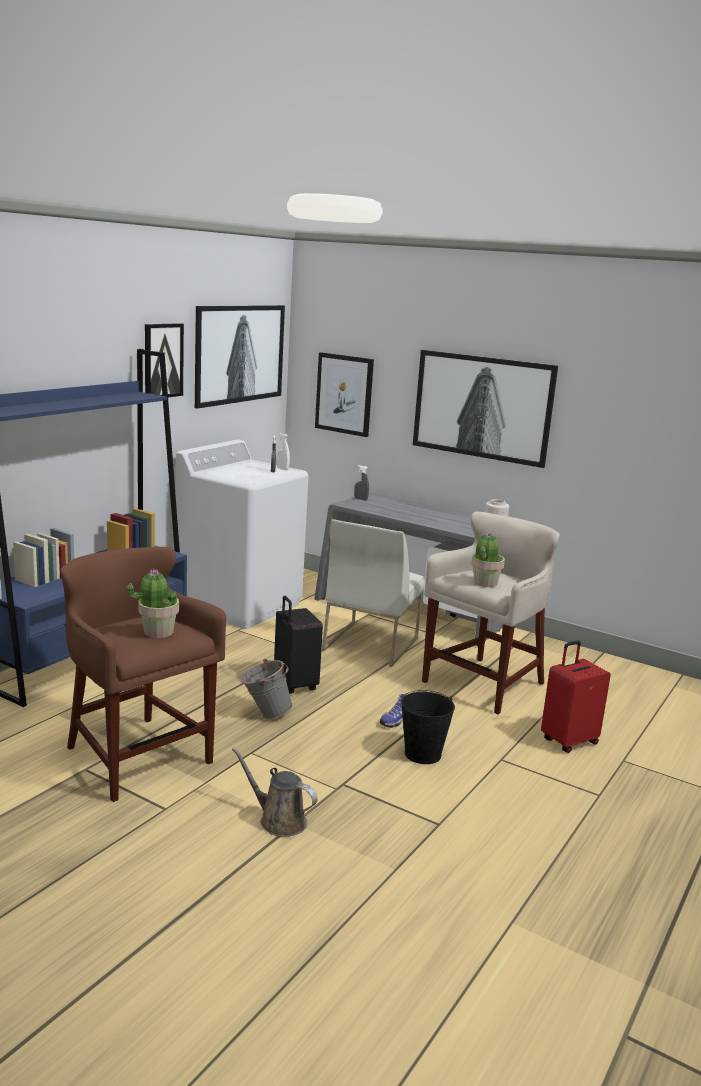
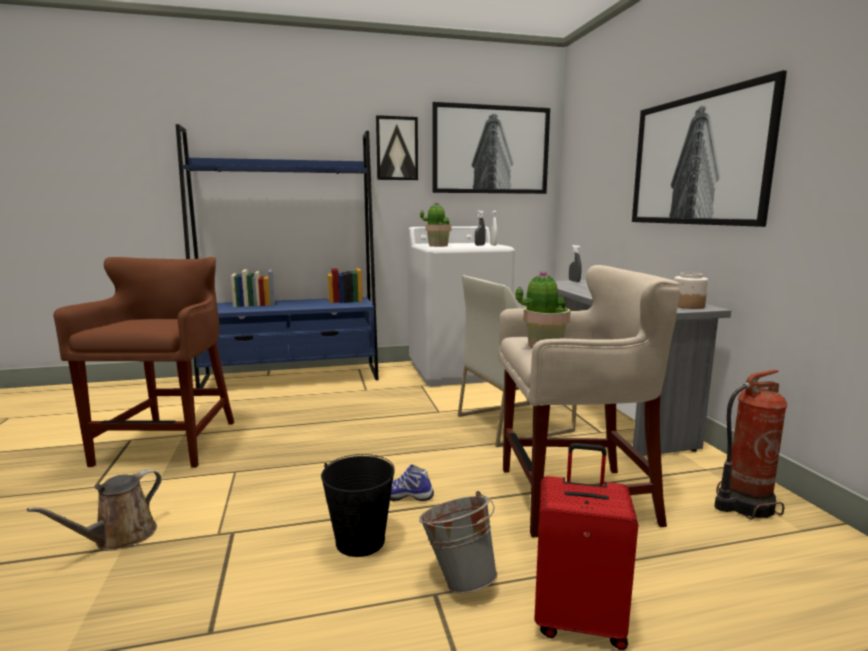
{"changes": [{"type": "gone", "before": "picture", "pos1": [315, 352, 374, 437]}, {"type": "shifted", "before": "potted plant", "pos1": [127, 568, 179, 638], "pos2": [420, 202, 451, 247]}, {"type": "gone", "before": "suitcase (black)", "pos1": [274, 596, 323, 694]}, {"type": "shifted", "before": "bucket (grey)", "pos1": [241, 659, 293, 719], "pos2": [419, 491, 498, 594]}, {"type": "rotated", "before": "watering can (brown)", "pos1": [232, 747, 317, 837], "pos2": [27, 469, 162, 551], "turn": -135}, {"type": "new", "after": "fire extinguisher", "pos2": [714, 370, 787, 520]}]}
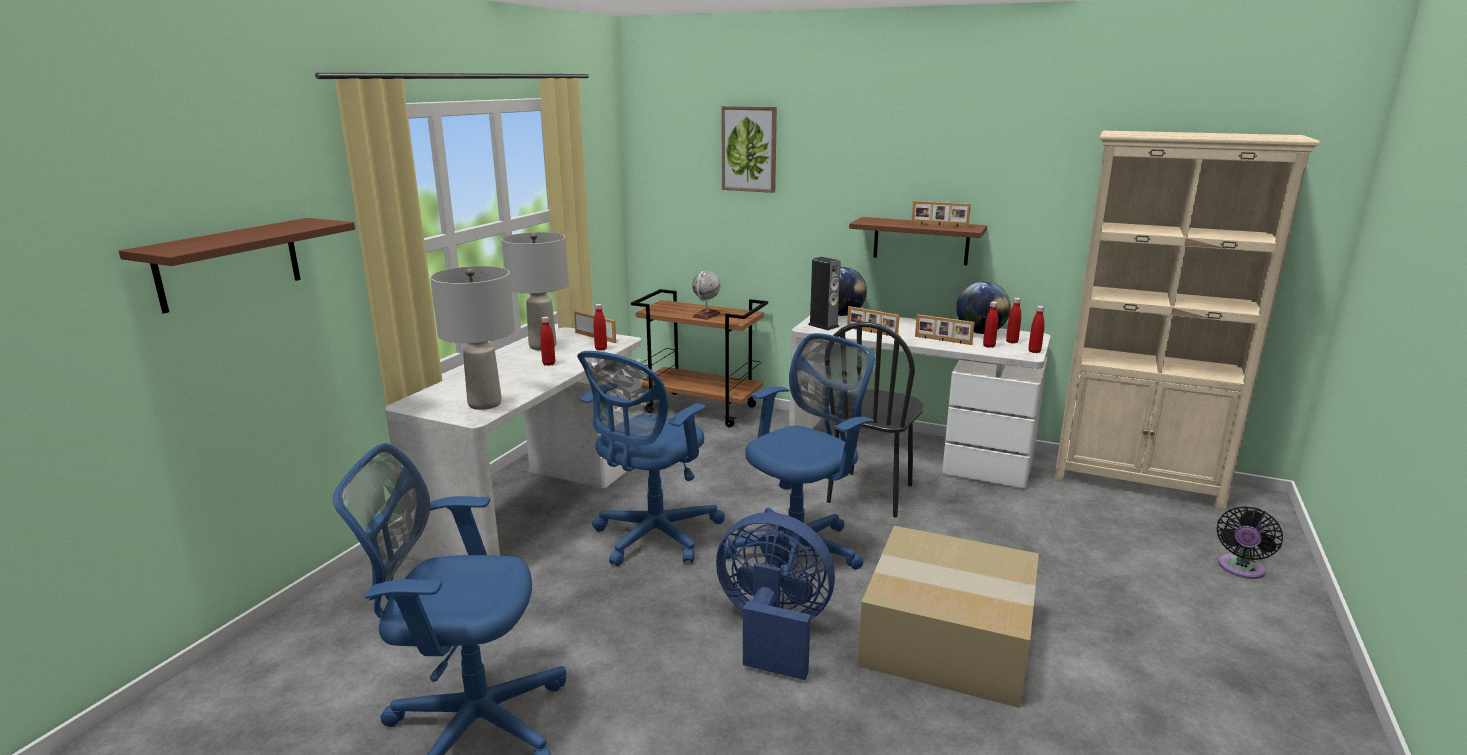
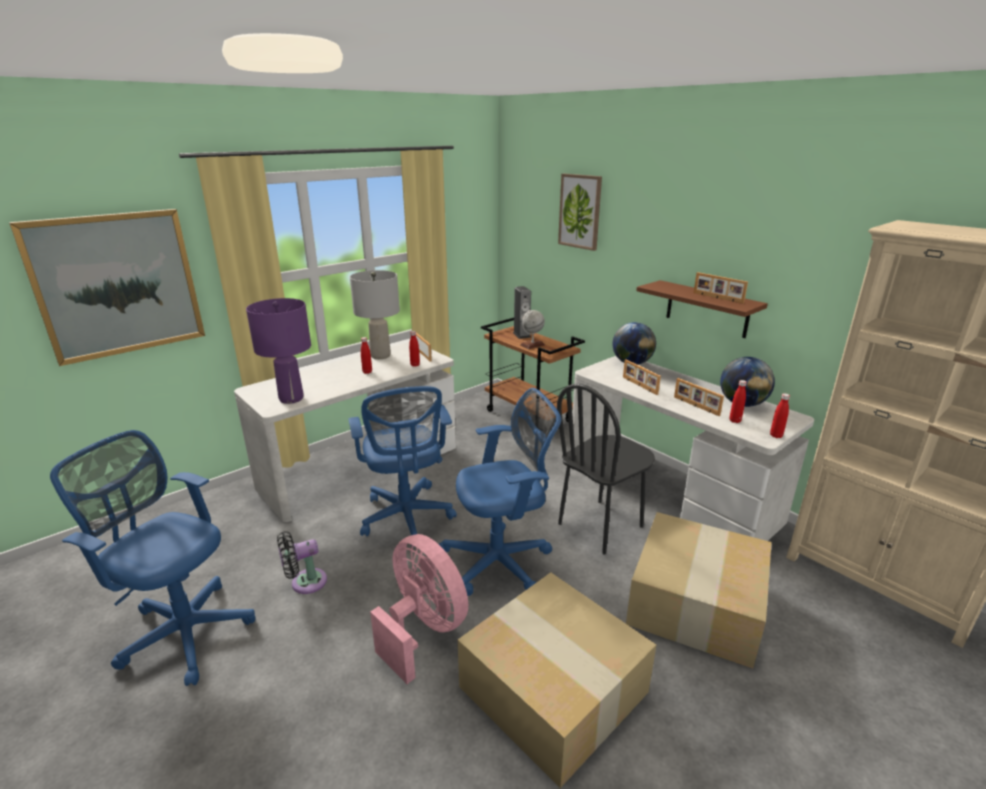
{"changes": [{"type": "swapped", "before": "shelf (brown)", "after": "picture", "pos1": [119, 218, 355, 314], "pos2": [9, 209, 205, 366]}, {"type": "shifted", "before": "speaker", "pos1": [808, 257, 841, 330], "pos2": [513, 286, 531, 339]}, {"type": "repainted", "before": "table lamp (grey)", "after": "table lamp (purple)", "pos1": [430, 266, 515, 410], "pos2": [246, 298, 311, 404]}, {"type": "gone", "before": "bottle (red)", "pos1": [1006, 298, 1021, 344]}, {"type": "rotated", "before": "office chair (blue)", "pos1": [577, 351, 725, 566], "pos2": [348, 386, 457, 547], "turn": -75}, {"type": "shifted", "before": "fan (black)", "pos1": [1217, 506, 1283, 579], "pos2": [277, 531, 327, 594]}, {"type": "repainted", "before": "fan (blue)", "after": "fan (pink)", "pos1": [716, 512, 835, 680], "pos2": [370, 534, 468, 684]}, {"type": "new", "after": "cardboard box", "pos2": [626, 512, 772, 668]}]}
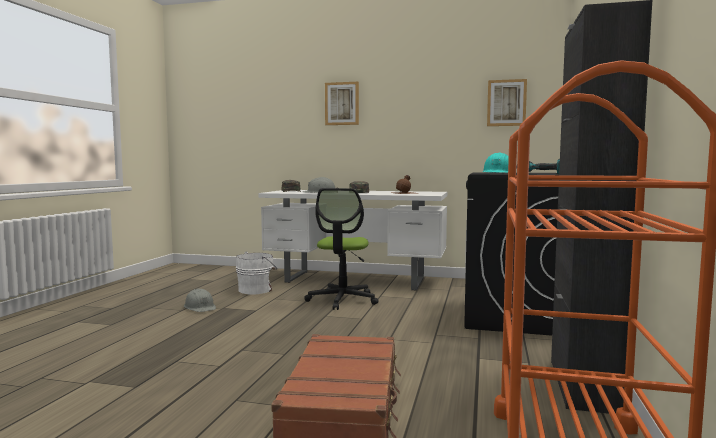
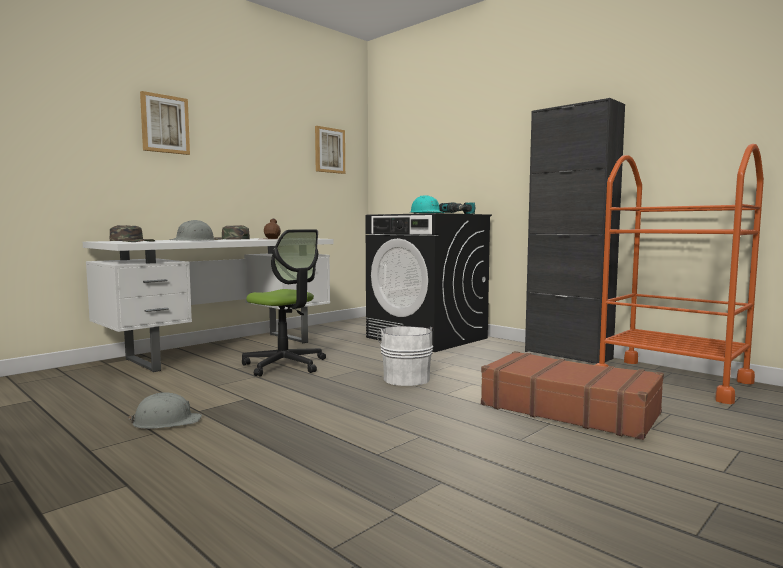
{"changes": [{"type": "shifted", "before": "bucket (white)", "pos1": [236, 251, 277, 295], "pos2": [377, 326, 434, 386]}]}
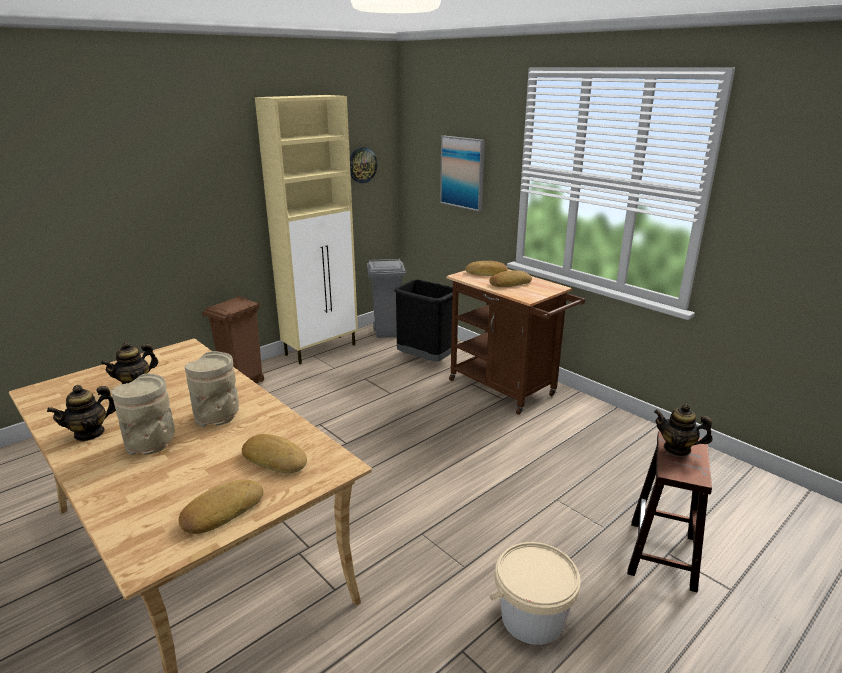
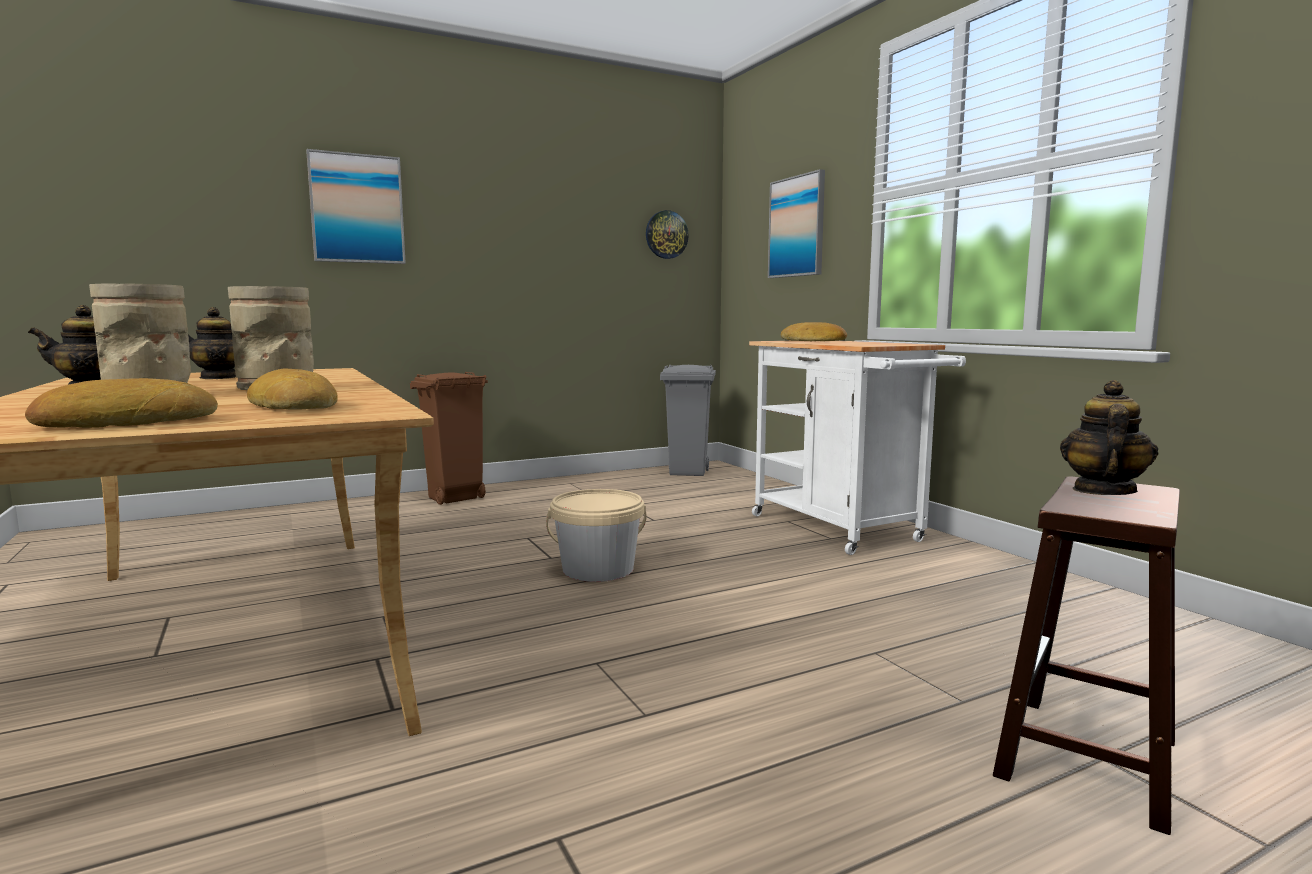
{"changes": [{"type": "gone", "before": "cabinet (beige)", "pos1": [255, 95, 358, 364]}, {"type": "repainted", "before": "cart (brown)", "after": "cart (white)", "pos1": [446, 269, 585, 415], "pos2": [749, 341, 966, 555]}, {"type": "gone", "before": "bread", "pos1": [489, 270, 532, 287]}, {"type": "gone", "before": "trash can (black)", "pos1": [394, 280, 453, 362]}, {"type": "rotated", "before": "teapot", "pos1": [654, 404, 712, 456], "pos2": [1060, 380, 1158, 495], "turn": 75}, {"type": "shifted", "before": "bucket (beige)", "pos1": [490, 542, 581, 645], "pos2": [546, 489, 647, 582]}, {"type": "new", "after": "picture", "pos2": [306, 149, 406, 264]}]}
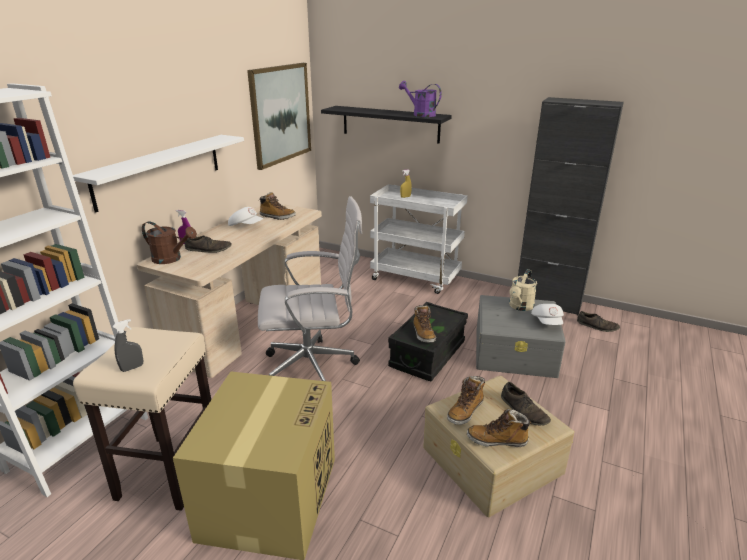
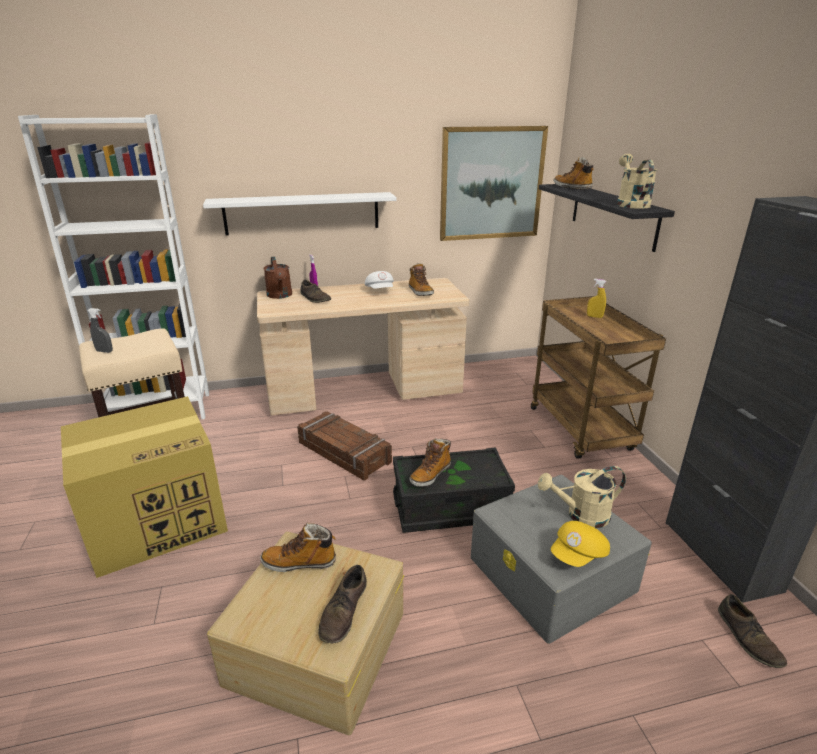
{"changes": [{"type": "repainted", "before": "watering can (purple)", "after": "watering can (beige)", "pos1": [399, 81, 442, 117], "pos2": [617, 154, 657, 209]}, {"type": "repainted", "before": "cart (white)", "after": "cart (brown)", "pos1": [370, 184, 468, 294], "pos2": [531, 296, 666, 459]}, {"type": "swapped", "before": "office chair (white)", "after": "crate", "pos1": [258, 196, 362, 381], "pos2": [297, 411, 392, 480]}, {"type": "repainted", "before": "cap (white)", "after": "cap (yellow)", "pos1": [531, 304, 564, 325], "pos2": [551, 521, 610, 567]}, {"type": "shifted", "before": "boot", "pos1": [467, 409, 532, 447], "pos2": [554, 157, 594, 190]}]}
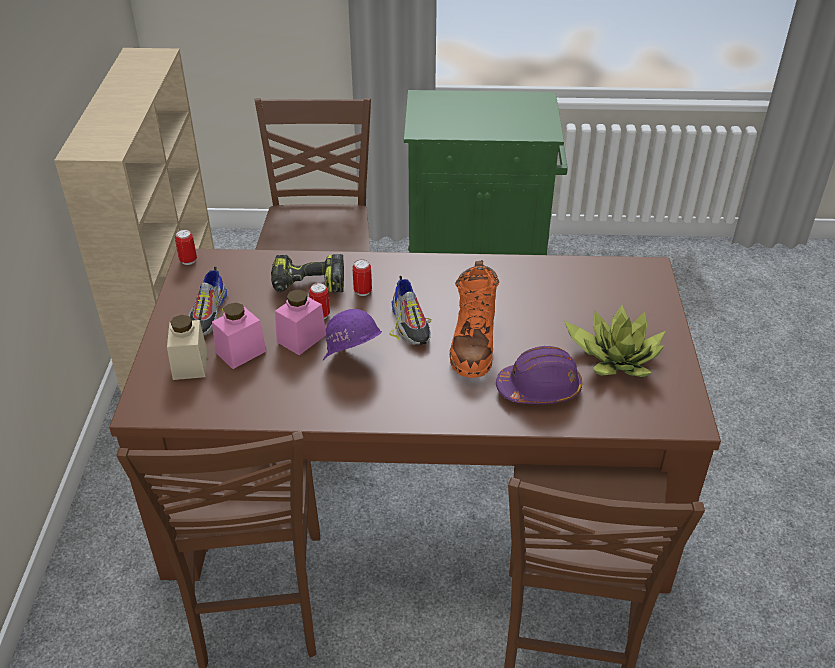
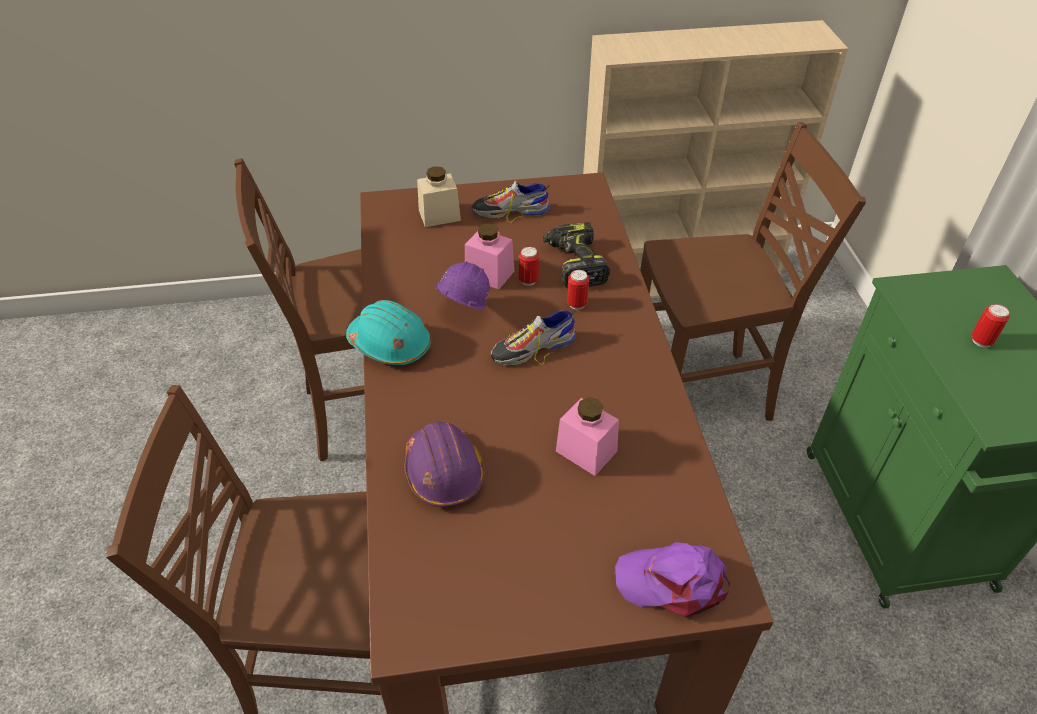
{"changes": [{"type": "shifted", "before": "can", "pos1": [175, 229, 197, 265], "pos2": [972, 304, 1010, 347]}, {"type": "gone", "before": "boot (orange)", "pos1": [450, 260, 499, 378]}, {"type": "shifted", "before": "jar (pink)", "pos1": [212, 303, 266, 369], "pos2": [556, 397, 619, 476]}, {"type": "gone", "before": "potted plant", "pos1": [564, 305, 666, 377]}, {"type": "new", "after": "hard hat (turquoise)", "pos2": [346, 300, 431, 365]}, {"type": "new", "after": "cap (purple)", "pos2": [615, 542, 730, 617]}]}
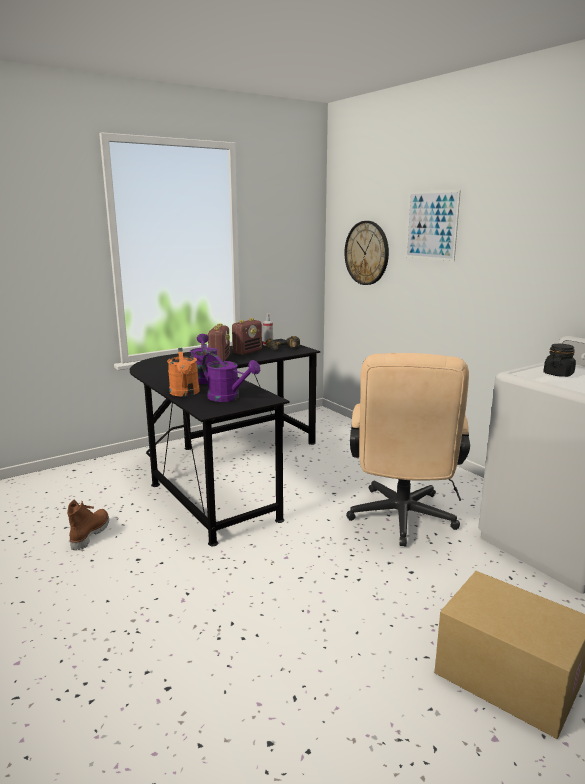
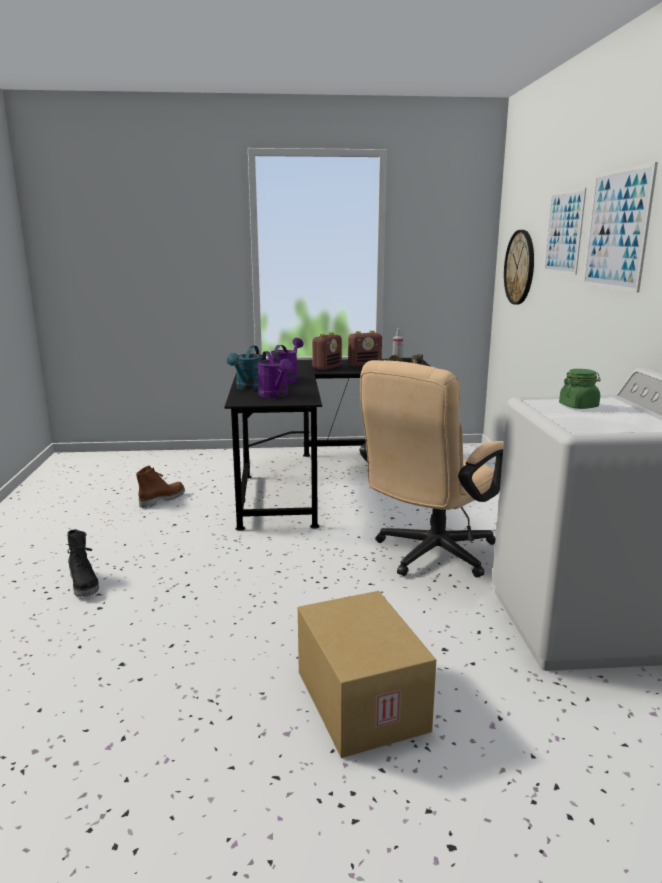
{"changes": [{"type": "repainted", "before": "jar (black)", "after": "jar (green)", "pos1": [543, 344, 576, 377], "pos2": [559, 369, 601, 409]}, {"type": "repainted", "before": "watering can (orange)", "after": "watering can (turquoise)", "pos1": [167, 348, 200, 397], "pos2": [226, 346, 262, 390]}, {"type": "new", "after": "picture", "pos2": [583, 162, 658, 293]}, {"type": "new", "after": "boot (black)", "pos2": [67, 530, 99, 597]}]}
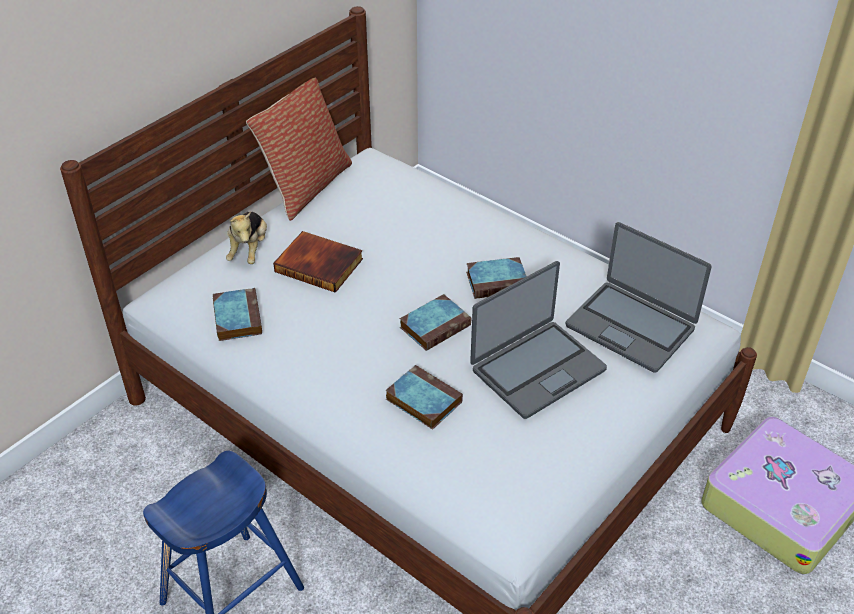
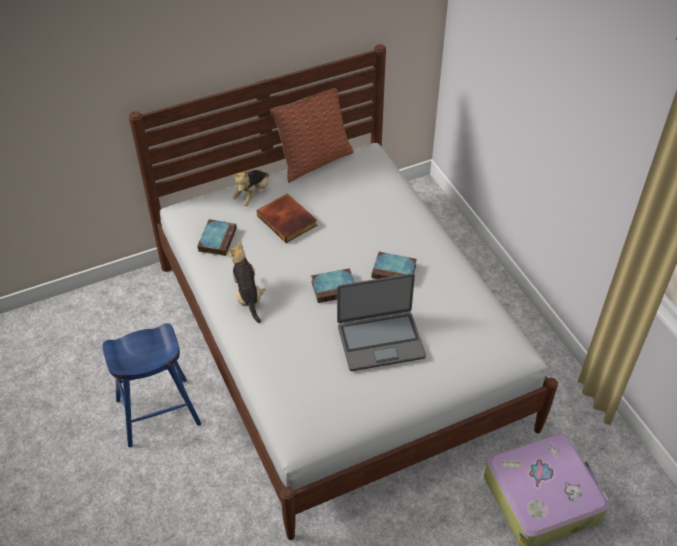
{"changes": [{"type": "gone", "before": "laptop", "pos1": [566, 222, 712, 373]}, {"type": "gone", "before": "book", "pos1": [385, 365, 463, 430]}, {"type": "new", "after": "plush toy", "pos2": [229, 242, 266, 323]}]}
